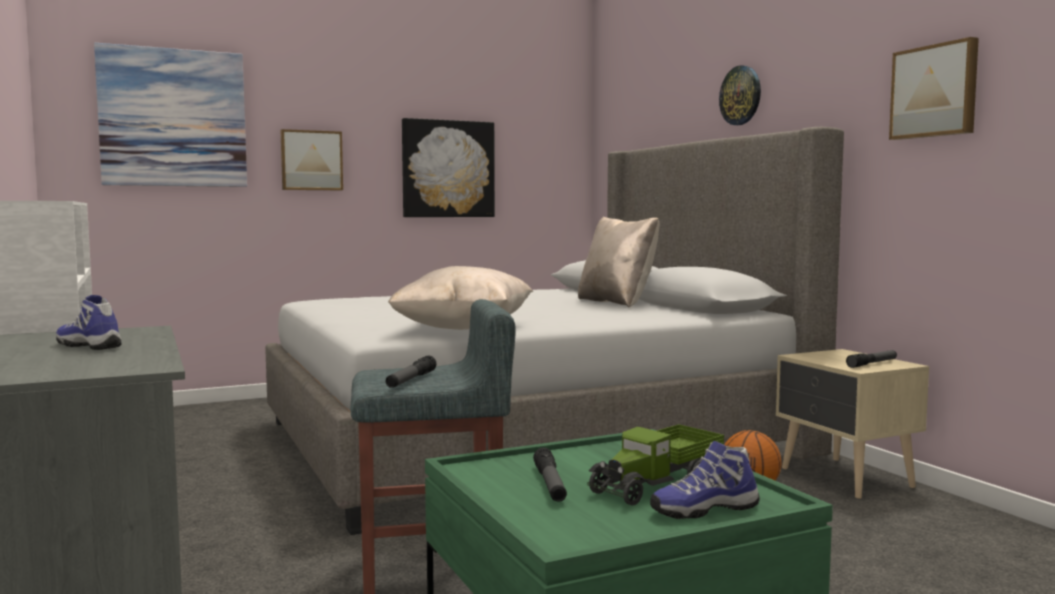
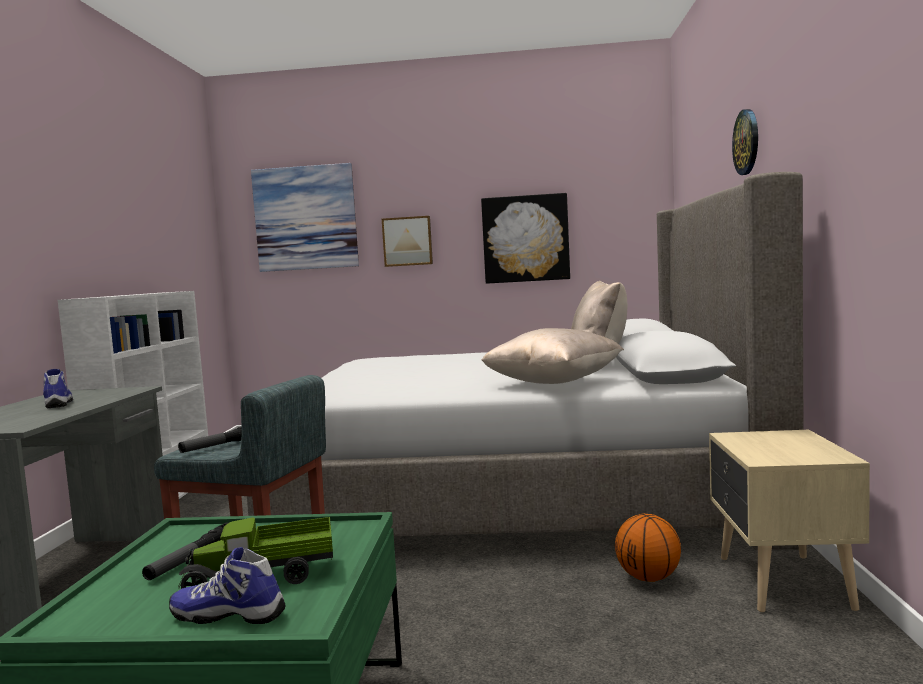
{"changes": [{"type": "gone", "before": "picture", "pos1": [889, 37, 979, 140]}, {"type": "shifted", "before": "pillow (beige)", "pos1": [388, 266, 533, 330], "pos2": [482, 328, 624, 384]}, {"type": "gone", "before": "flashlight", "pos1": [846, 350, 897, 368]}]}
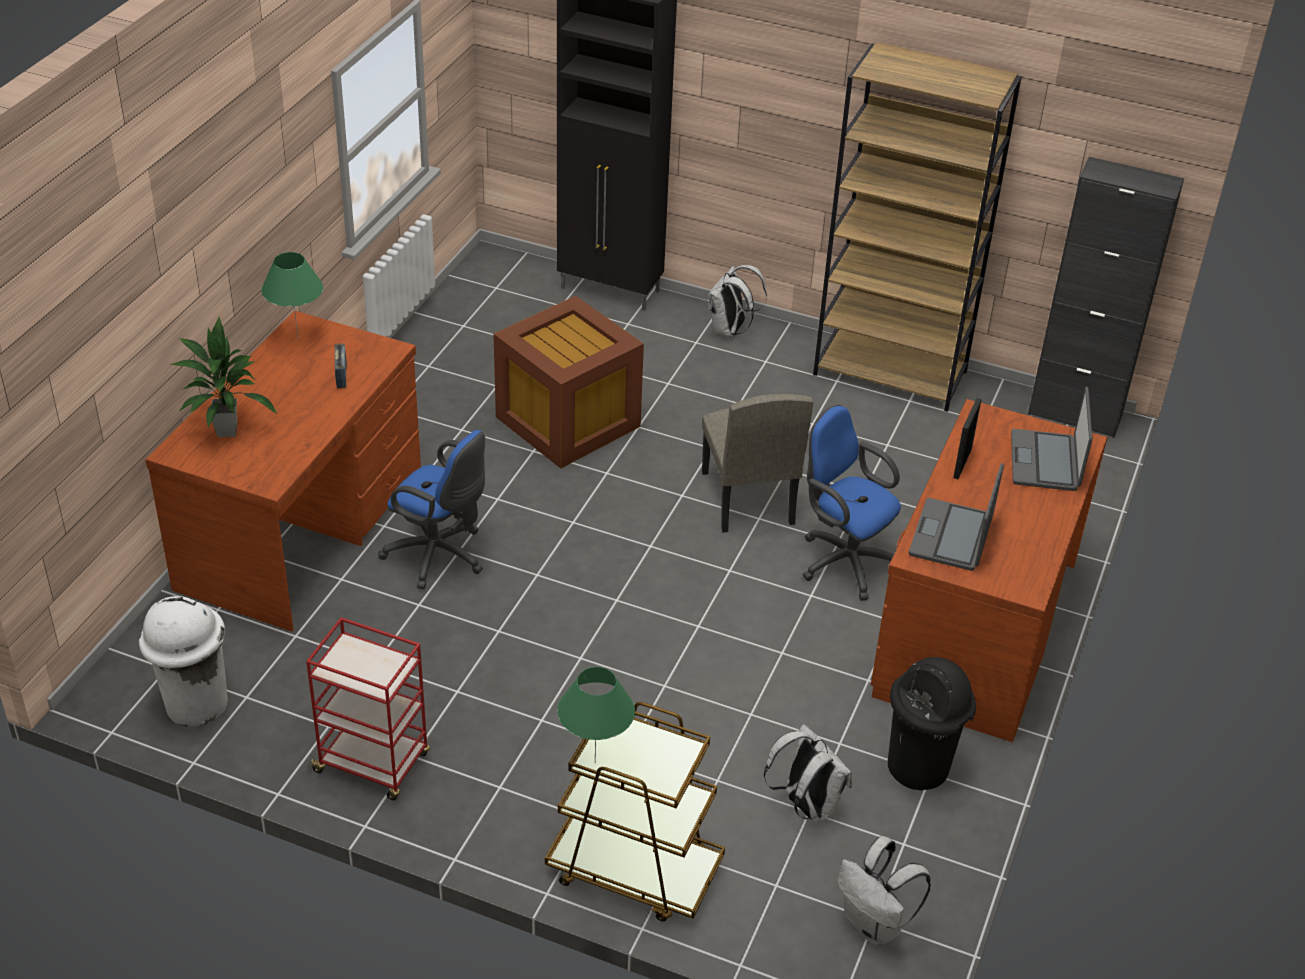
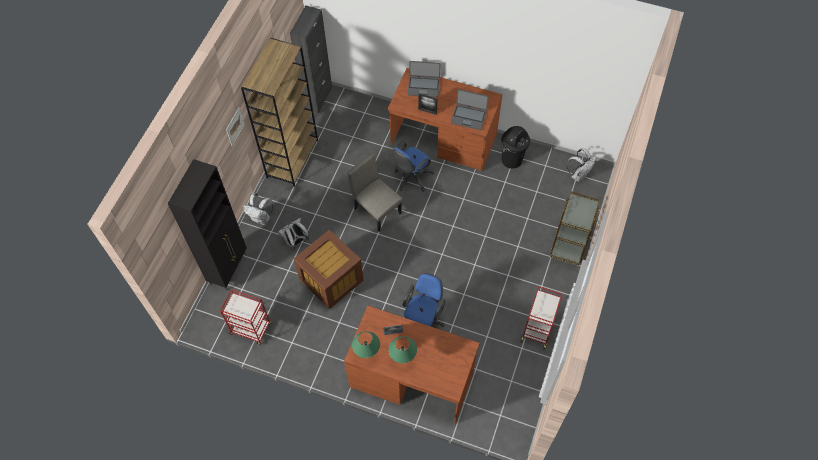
{"changes": [{"type": "gone", "before": "potted plant", "pos1": [170, 316, 277, 437]}, {"type": "rotated", "before": "chair (beige)", "pos1": [702, 394, 813, 532], "pos2": [348, 154, 403, 232], "turn": -120}, {"type": "gone", "before": "trash can (white)", "pos1": [139, 596, 228, 727]}, {"type": "shifted", "before": "table lamp (green)", "pos1": [557, 667, 635, 763], "pos2": [388, 336, 417, 363]}, {"type": "shifted", "before": "backpack (white)", "pos1": [764, 724, 852, 823], "pos2": [278, 218, 309, 250]}, {"type": "new", "after": "picture", "pos2": [226, 107, 245, 146]}, {"type": "new", "after": "cart (red)", "pos2": [220, 289, 271, 345]}]}
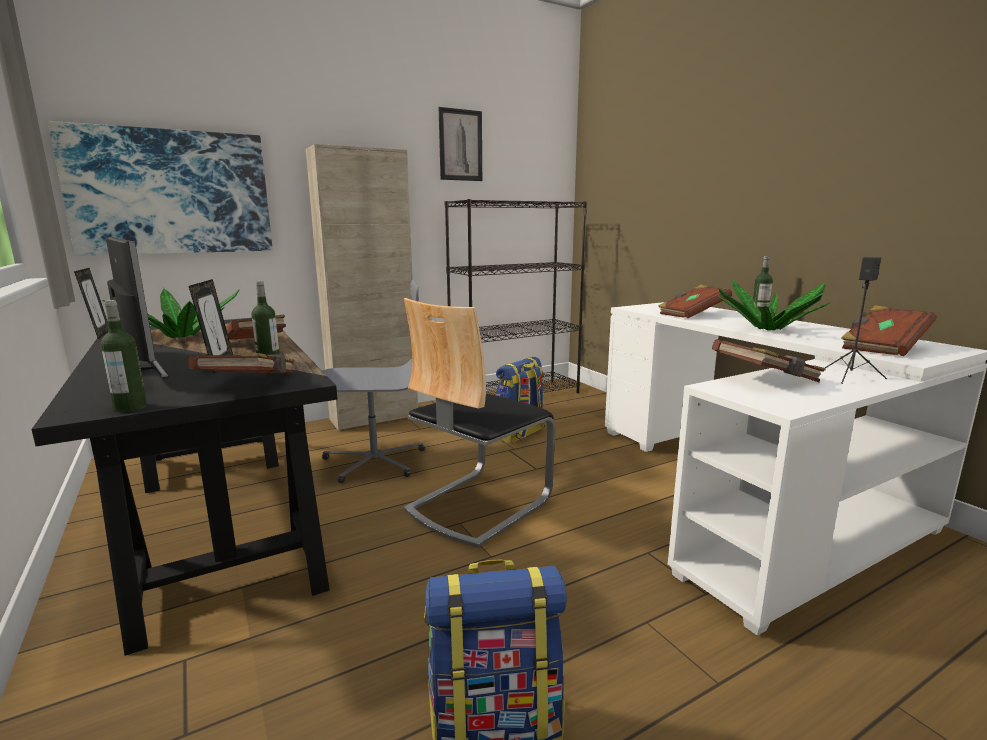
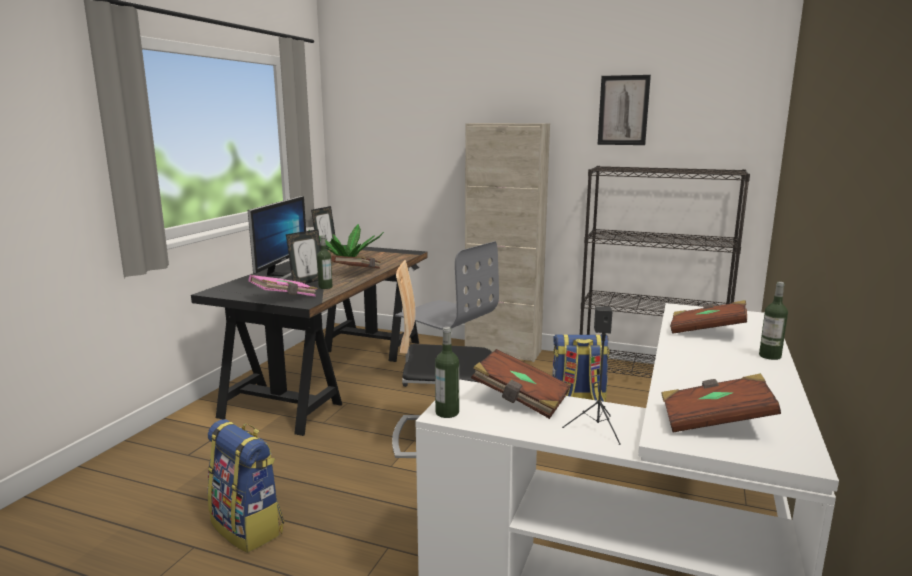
{"changes": [{"type": "gone", "before": "picture", "pos1": [48, 121, 273, 256]}, {"type": "gone", "before": "potted plant", "pos1": [718, 280, 830, 330]}, {"type": "shifted", "before": "bottle", "pos1": [100, 300, 147, 412], "pos2": [435, 327, 459, 418]}, {"type": "repainted", "before": "book (brown)", "after": "book (pink)", "pos1": [188, 353, 295, 374], "pos2": [249, 275, 318, 297]}]}
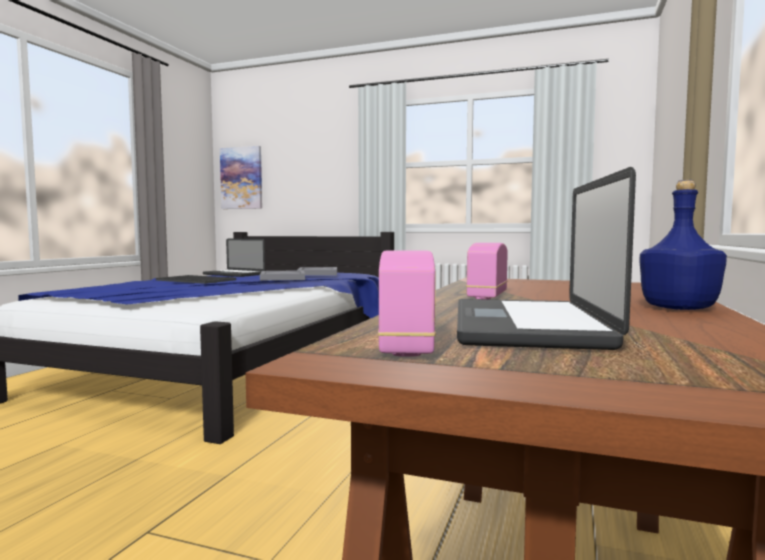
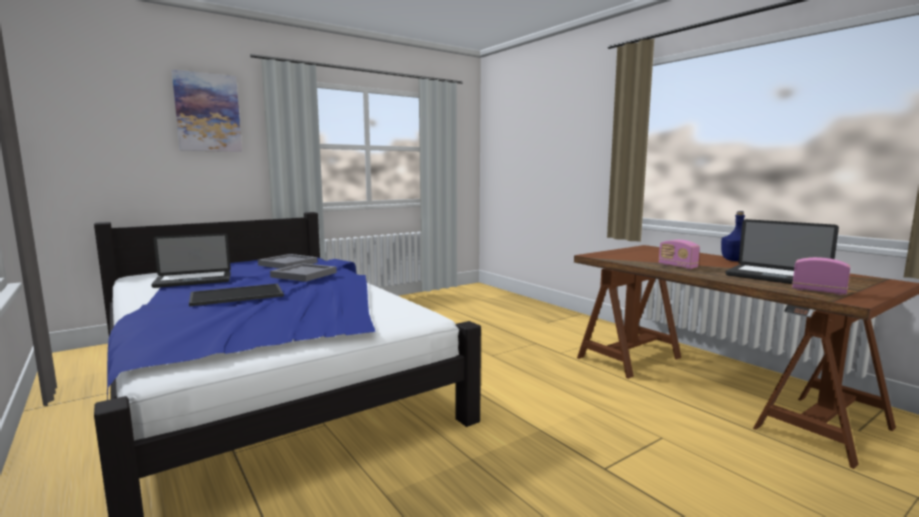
{"changes": [{"type": "shifted", "before": "picture", "pos1": [220, 146, 262, 209], "pos2": [172, 70, 242, 152]}]}
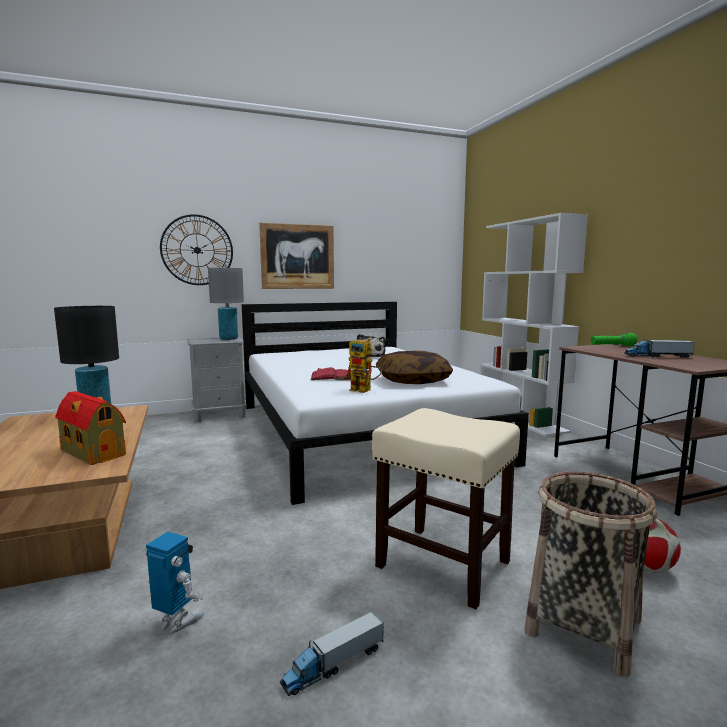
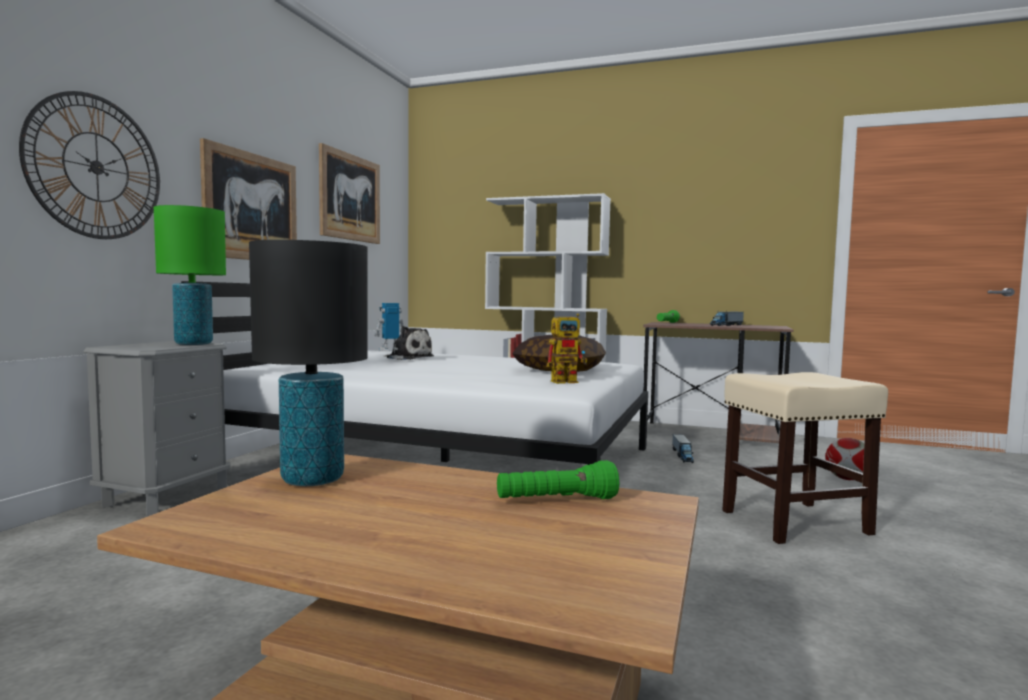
{"changes": [{"type": "repainted", "before": "table lamp (grey)", "after": "table lamp (green)", "pos1": [208, 268, 244, 340], "pos2": [154, 205, 226, 345]}, {"type": "gone", "before": "book (red)", "pos1": [311, 367, 351, 380]}, {"type": "swapped", "before": "toy house", "after": "flashlight (green)", "pos1": [55, 391, 126, 465], "pos2": [497, 460, 619, 499]}, {"type": "gone", "before": "basket", "pos1": [524, 471, 657, 677]}, {"type": "shifted", "before": "toy robot", "pos1": [146, 531, 204, 634], "pos2": [374, 303, 404, 351]}, {"type": "shifted", "before": "toy truck", "pos1": [280, 611, 384, 696], "pos2": [672, 434, 694, 463]}, {"type": "new", "after": "picture", "pos2": [319, 143, 380, 244]}]}
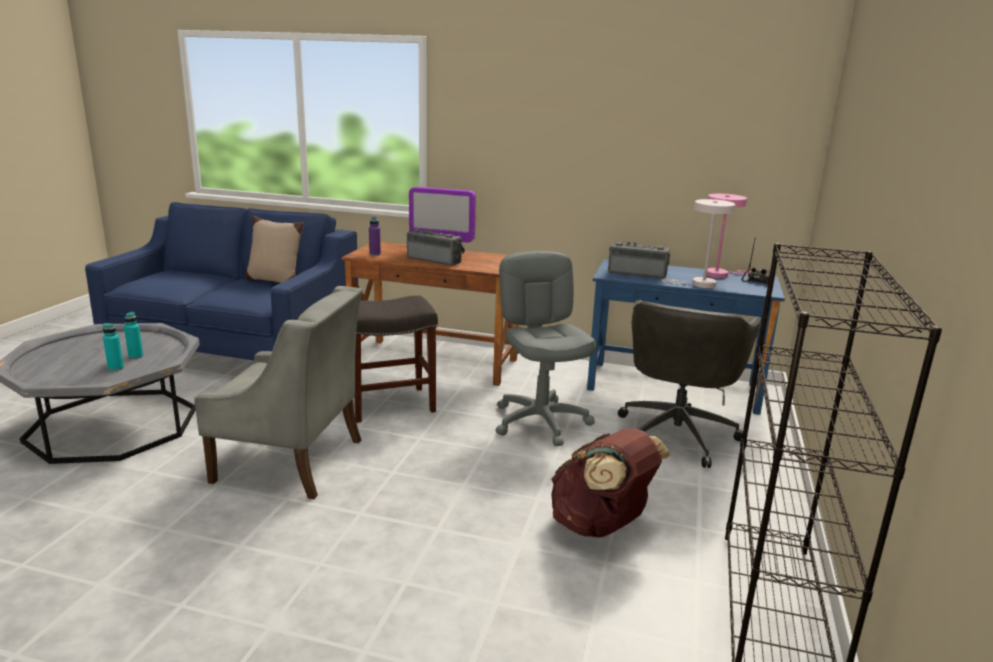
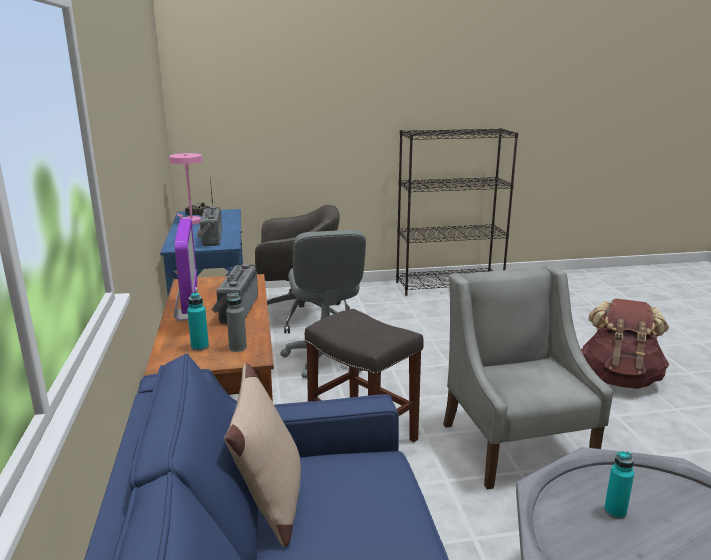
{"changes": [{"type": "gone", "before": "table lamp (white)", "pos1": [662, 199, 736, 288]}, {"type": "repainted", "before": "bottle (purple)", "after": "bottle (grey)", "pos1": [369, 216, 381, 256], "pos2": [226, 293, 247, 352]}, {"type": "rotated", "before": "office chair (grey)", "pos1": [496, 251, 596, 446], "pos2": [280, 230, 366, 378], "turn": -60}, {"type": "shifted", "before": "bottle (turquoise)", "pos1": [103, 323, 124, 371], "pos2": [187, 292, 209, 351]}, {"type": "shifted", "before": "backpack (brown)", "pos1": [551, 428, 671, 537], "pos2": [581, 299, 669, 389]}]}
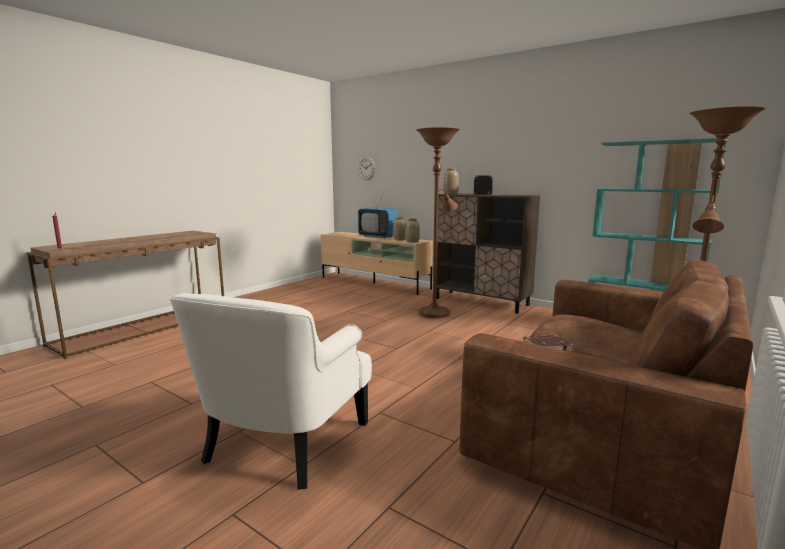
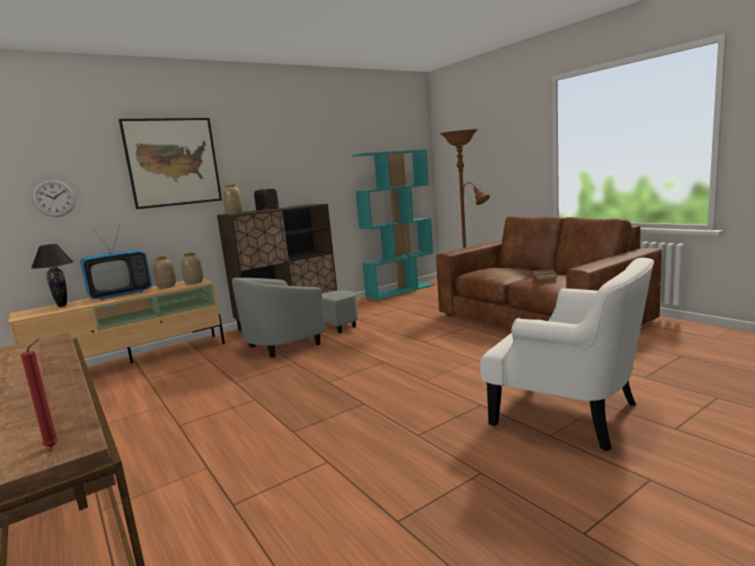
{"changes": [{"type": "swapped", "before": "floor lamp (brown)", "after": "armchair (grey)", "pos1": [416, 127, 460, 318], "pos2": [232, 277, 358, 358]}, {"type": "new", "after": "picture", "pos2": [119, 118, 222, 209]}, {"type": "new", "after": "table lamp (black)", "pos2": [31, 244, 74, 307]}]}
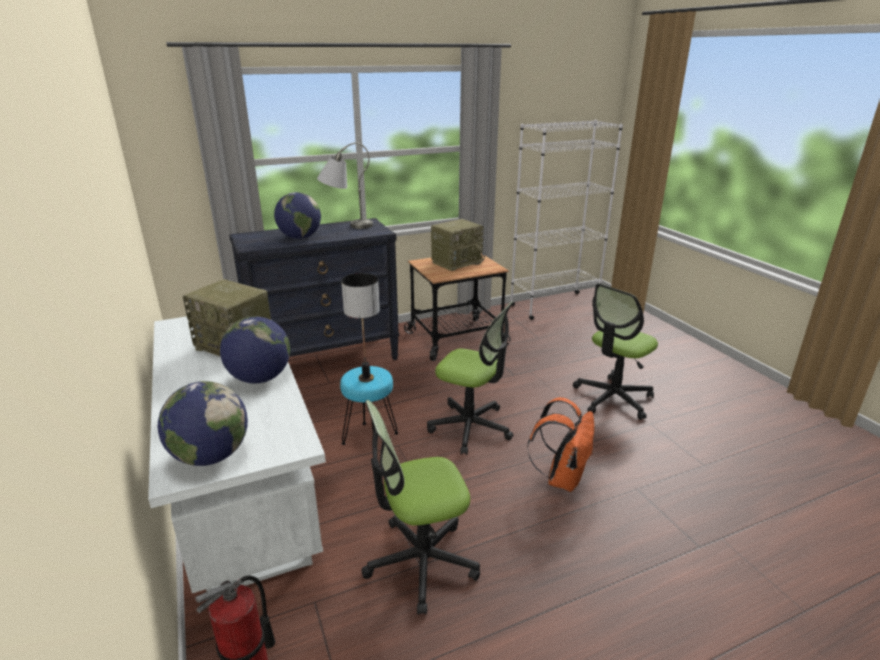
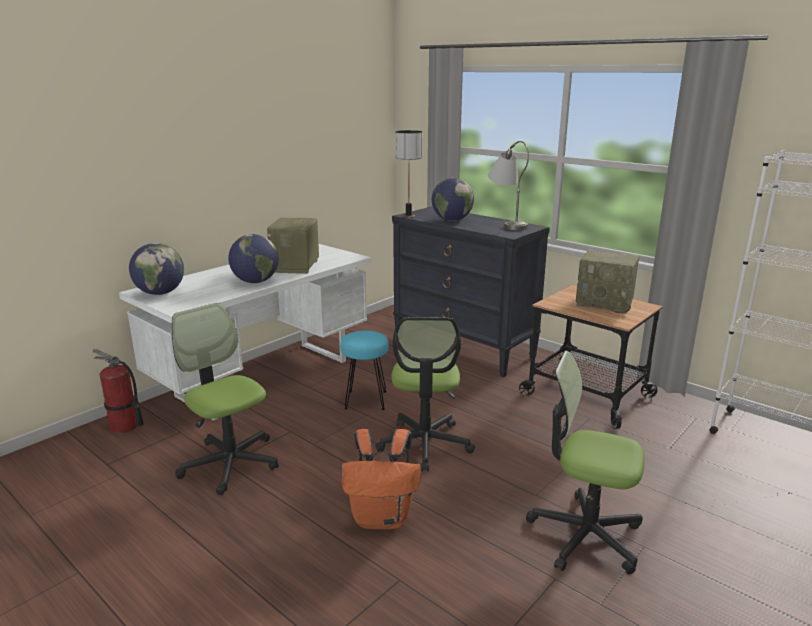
{"changes": [{"type": "shifted", "before": "table lamp", "pos1": [341, 273, 380, 382], "pos2": [395, 130, 423, 218]}]}
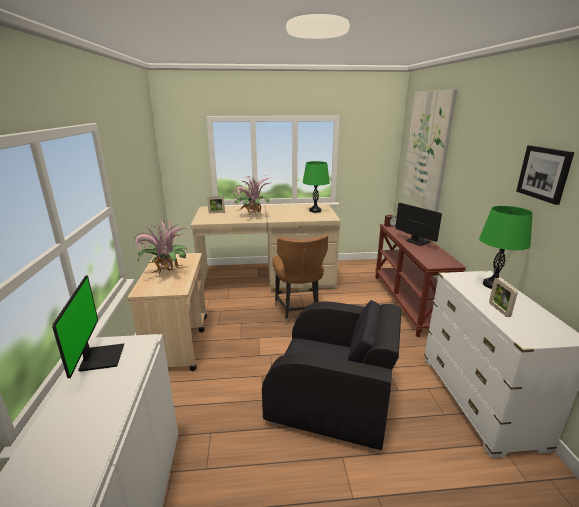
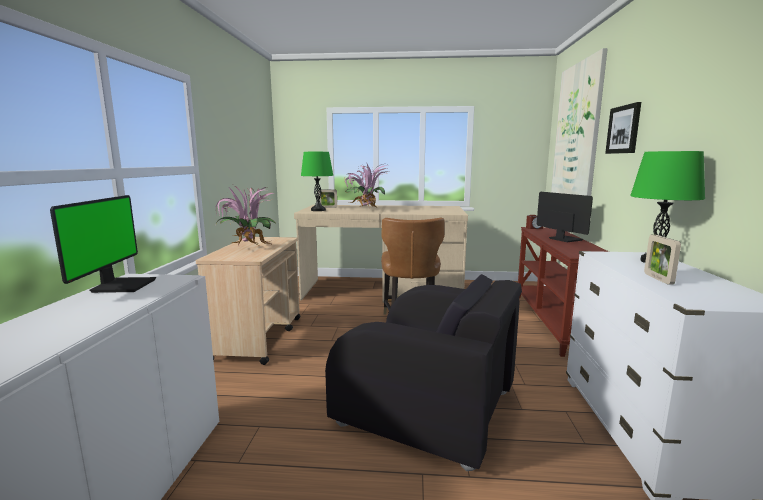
{"changes": [{"type": "shifted", "before": "picture", "pos1": [516, 145, 574, 205], "pos2": [605, 102, 641, 154]}, {"type": "shifted", "before": "table lamp (green)", "pos1": [303, 161, 330, 213], "pos2": [301, 152, 333, 211]}]}
